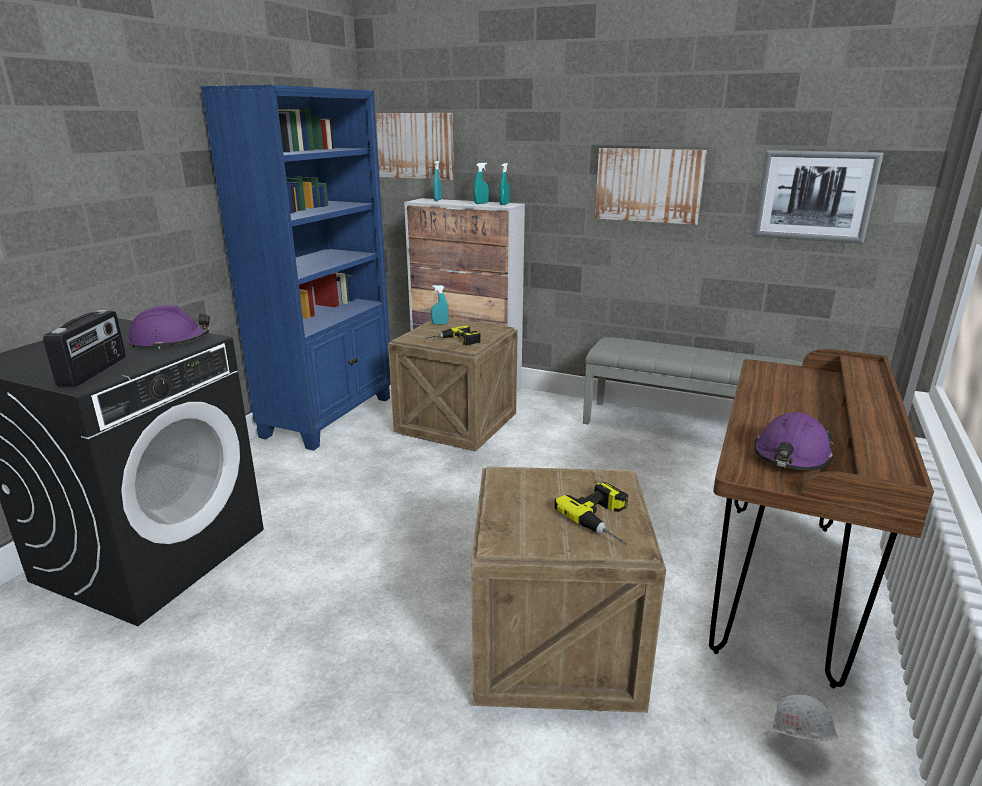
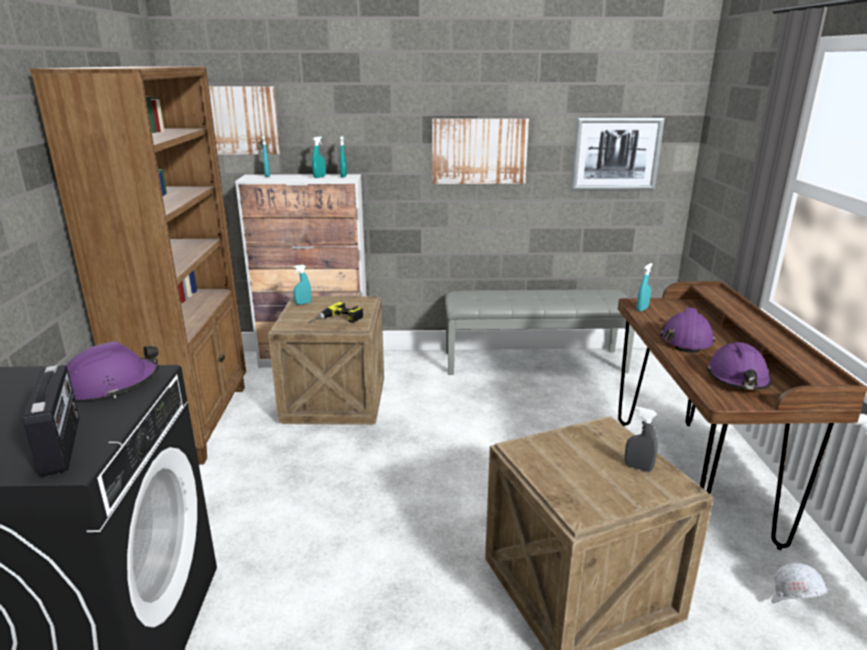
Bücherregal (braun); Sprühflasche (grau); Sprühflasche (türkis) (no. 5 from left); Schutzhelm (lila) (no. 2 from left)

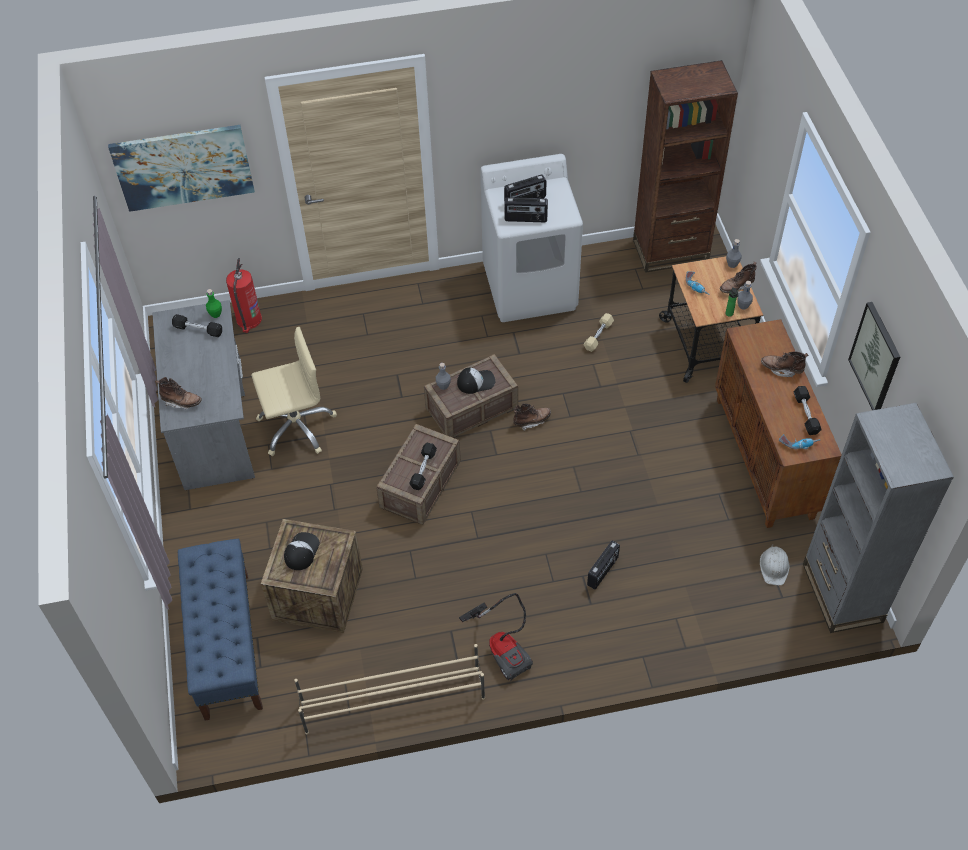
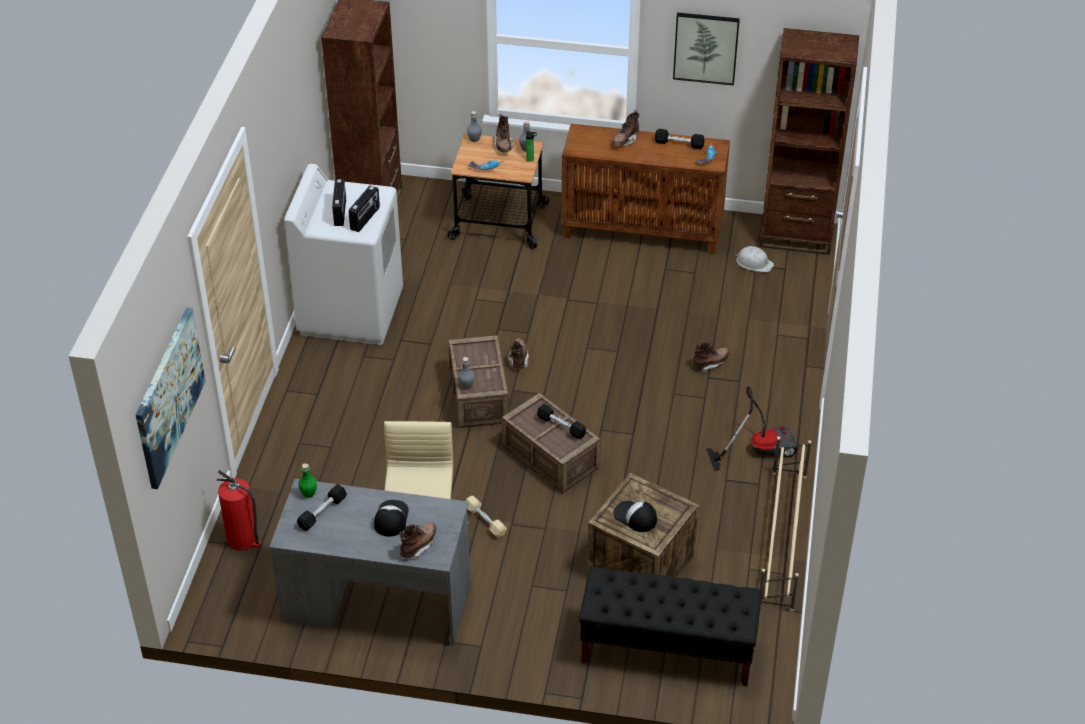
Bank (schwarz); Kappe (no. 1 from left); Hantel (beige); Stiefel (braun) (no. 5 from left); Bücherregal (braun) (no. 2 from left)

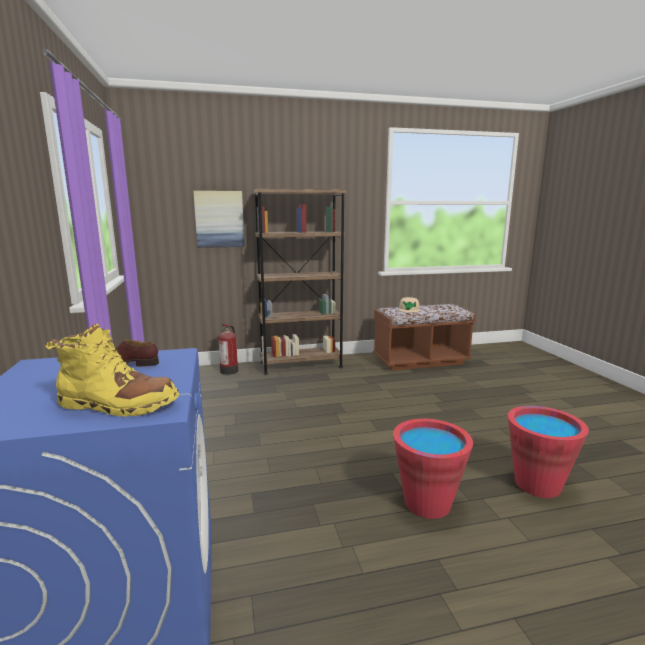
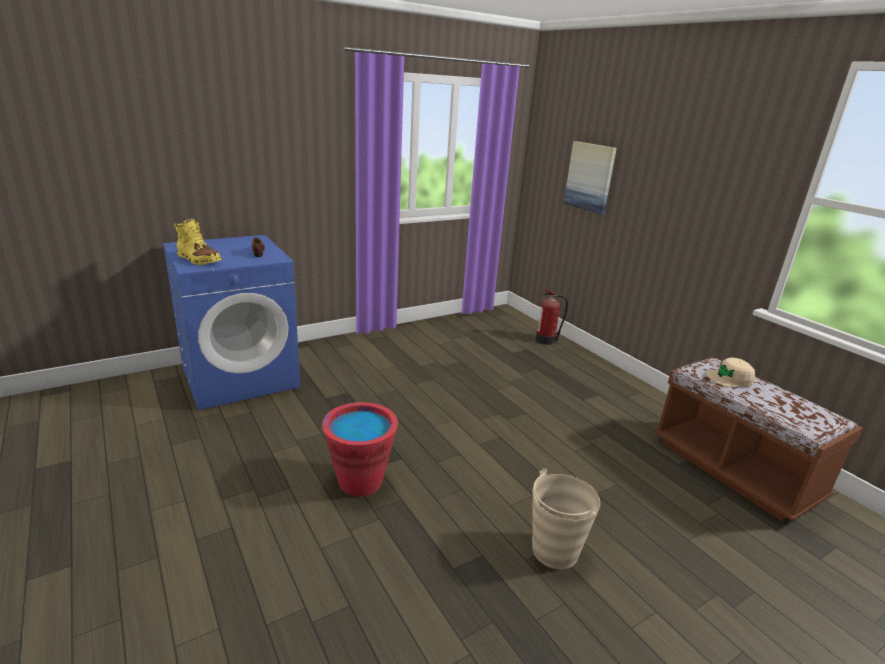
Stiefel (gelb); Bücherregal (braun); Eimer (rot) (no. 2 from left in the first image); Eimer (beige)

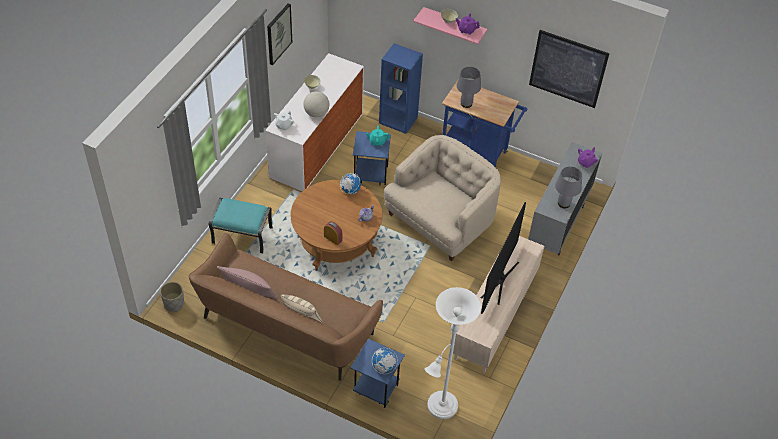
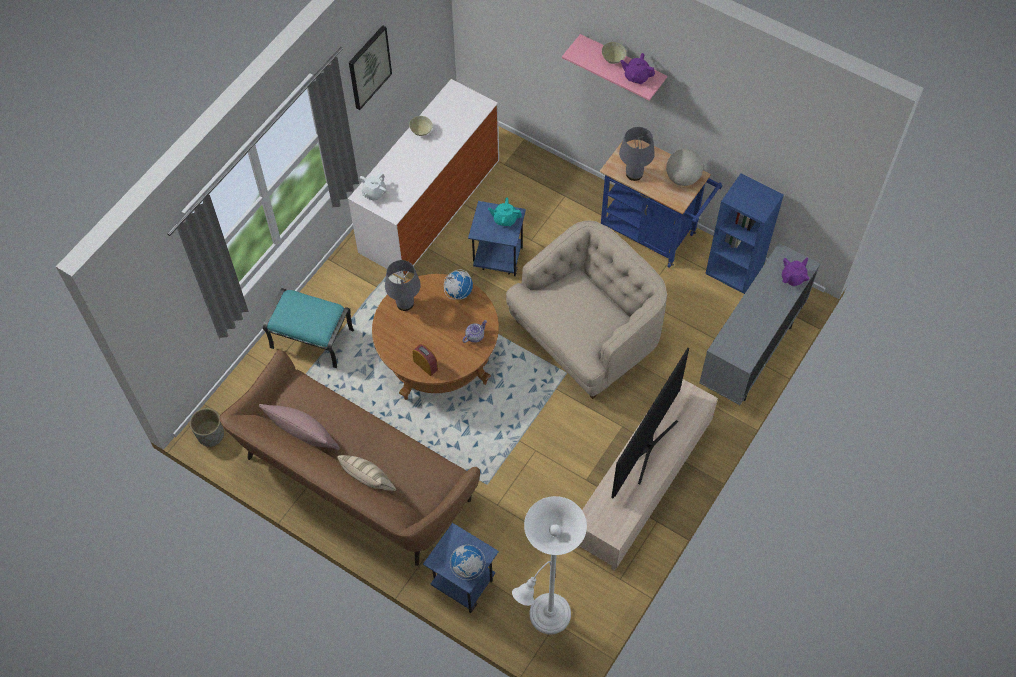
Globus (no. 3 from left); Bücherregal (blau); Bild (no. 2 from left in the first image); Tischlampe (grau) (no. 1 from left)

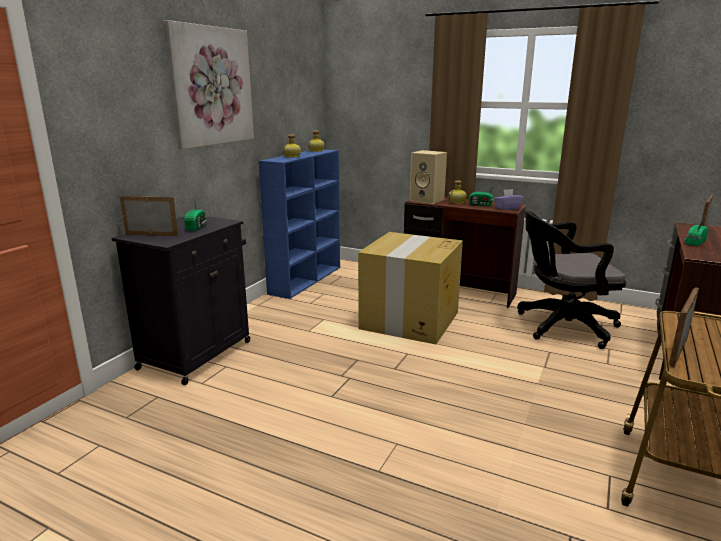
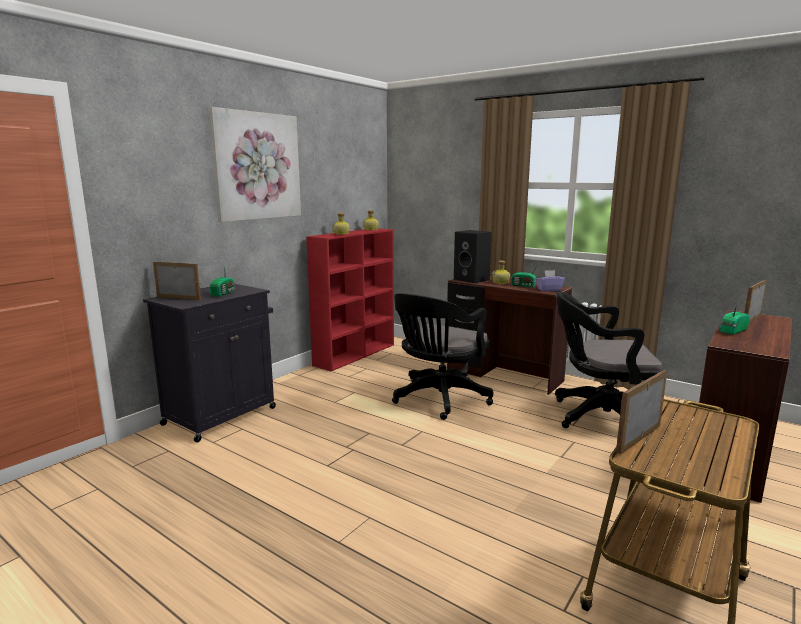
Bücherregal (rot); Bürostuhl (schwarz) (no. 1 from left); Lautsprecher (schwarz)

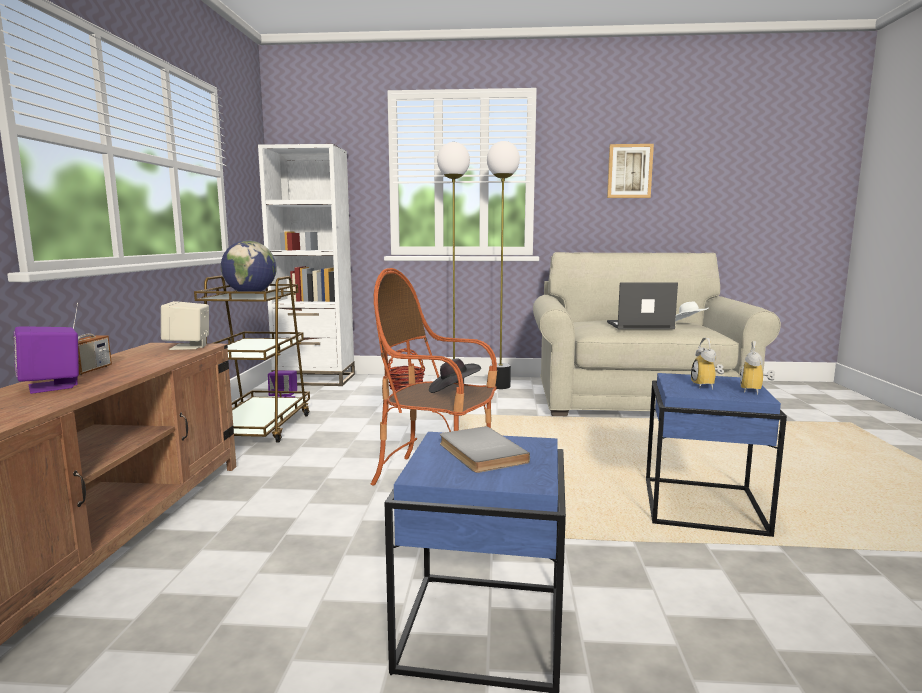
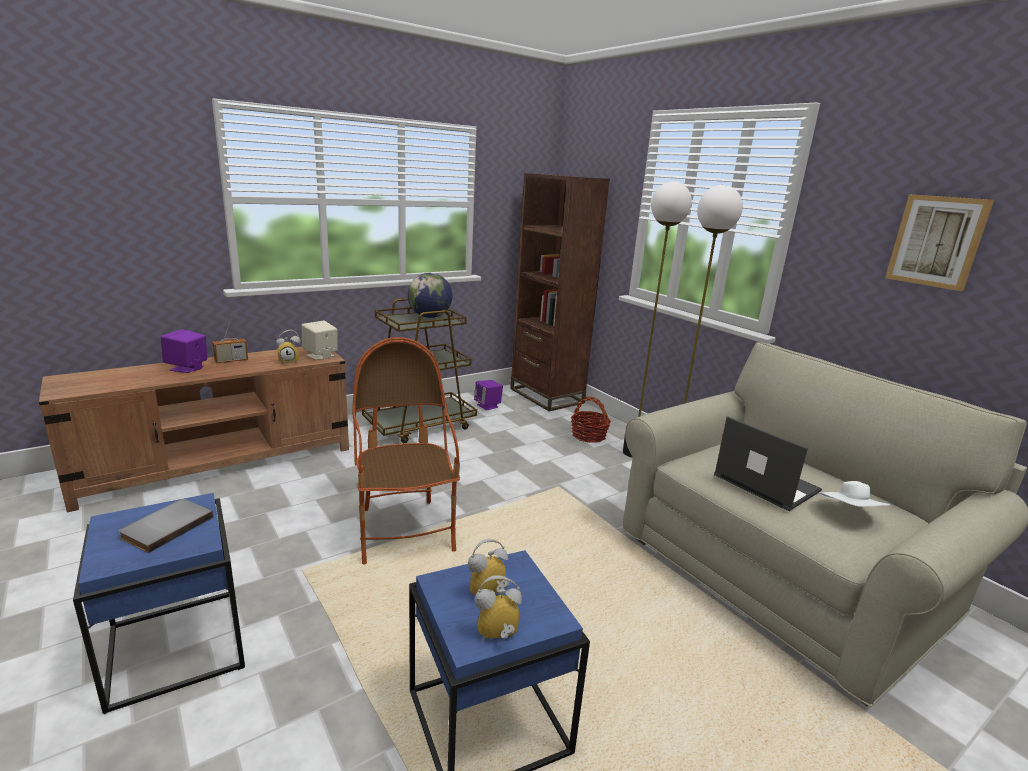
Bücherregal (braun); Hut (schwarz); Wecker (no. 1 from left)

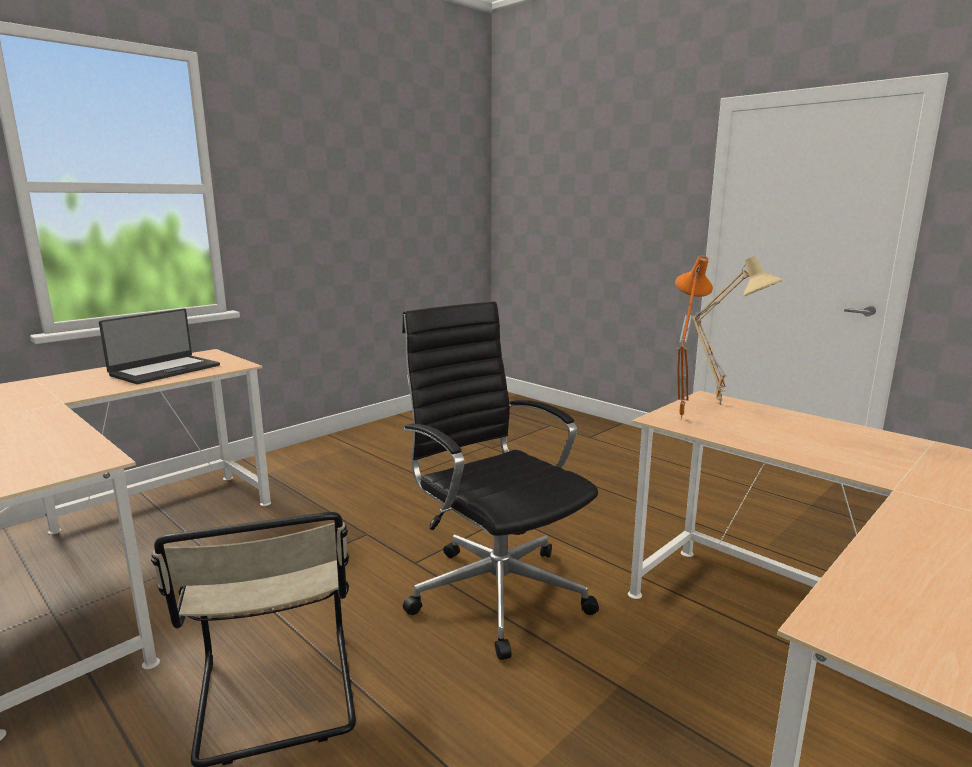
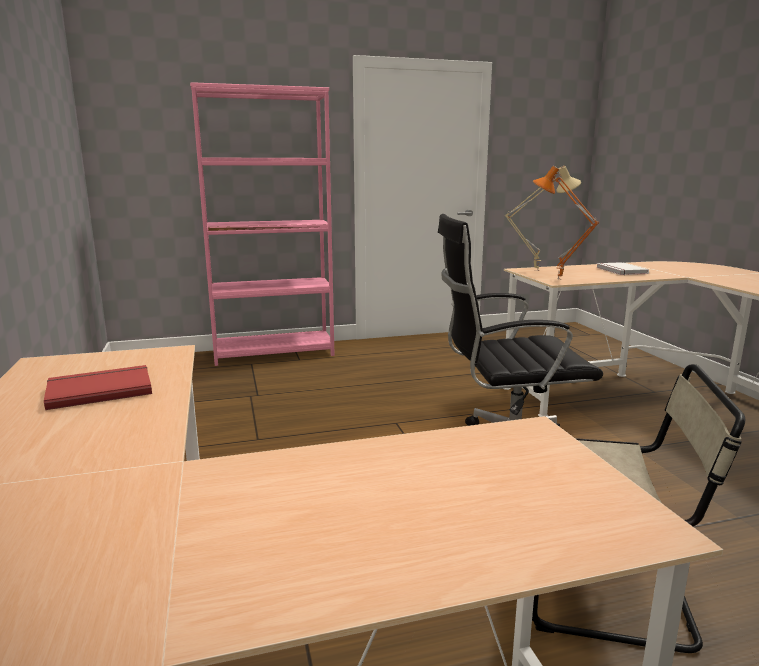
Buch (rot); Bücherregal (rosa); Buch (weiß)

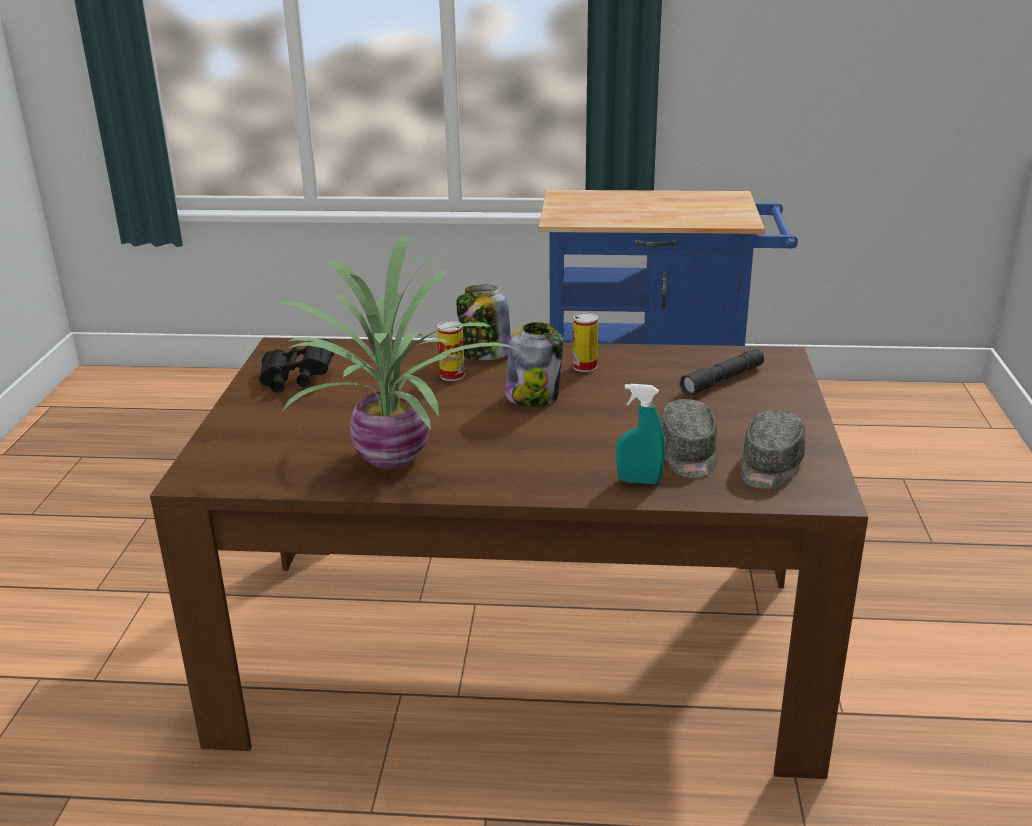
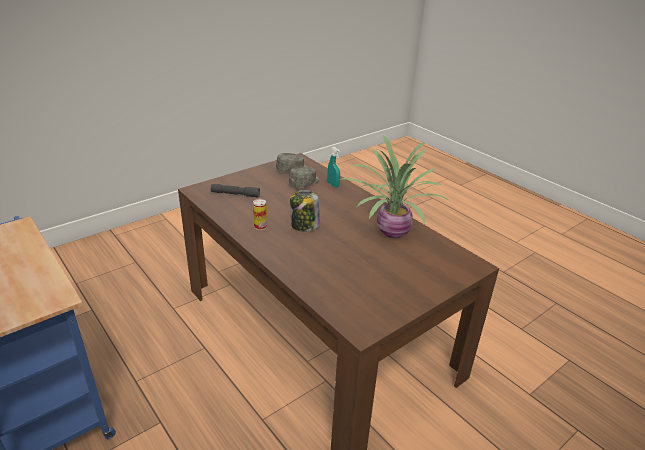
Fernglas (schwarz); Dose (no. 1 from left in the first image); Vorratsglas (no. 1 from left in the first image)

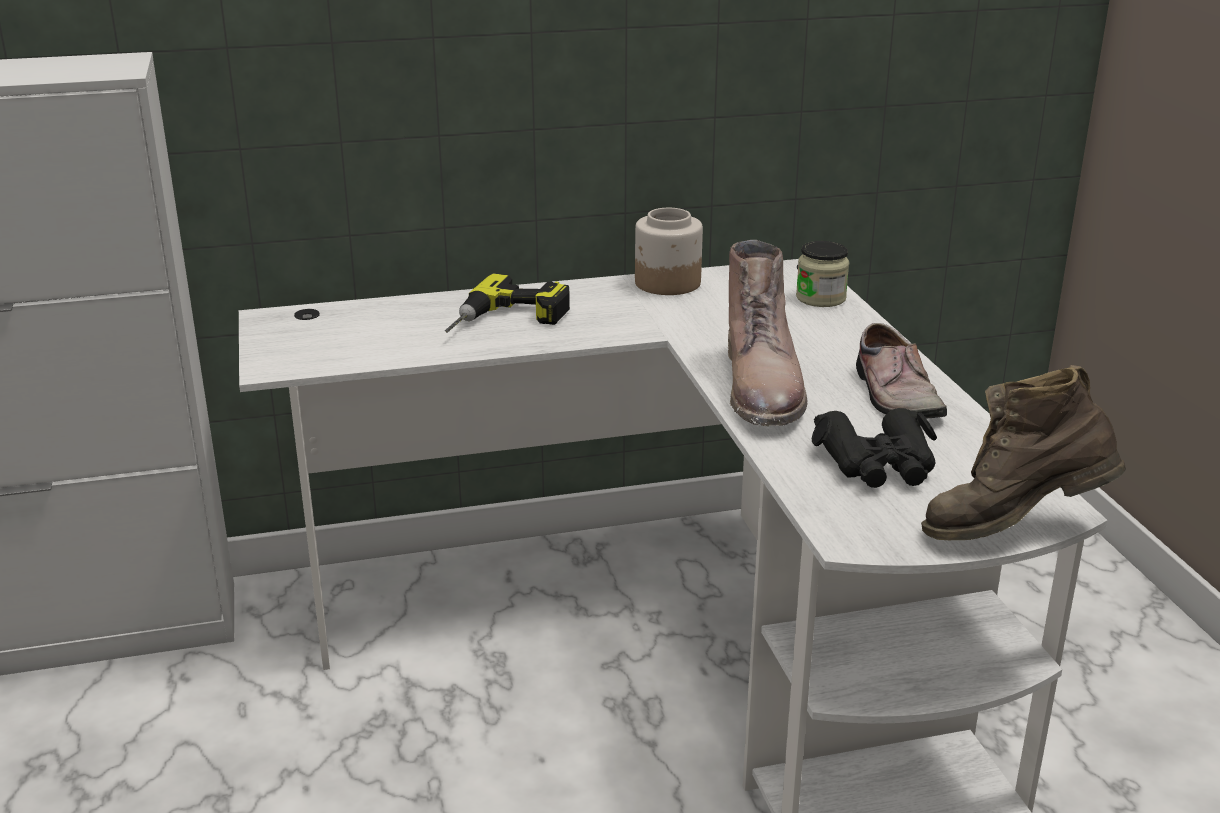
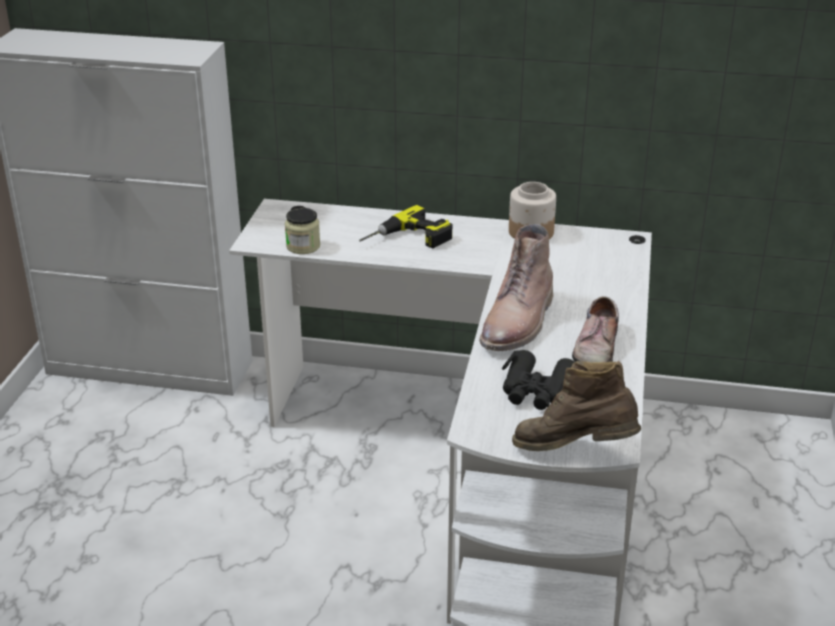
Vorratsglas (no. 1 from left)

